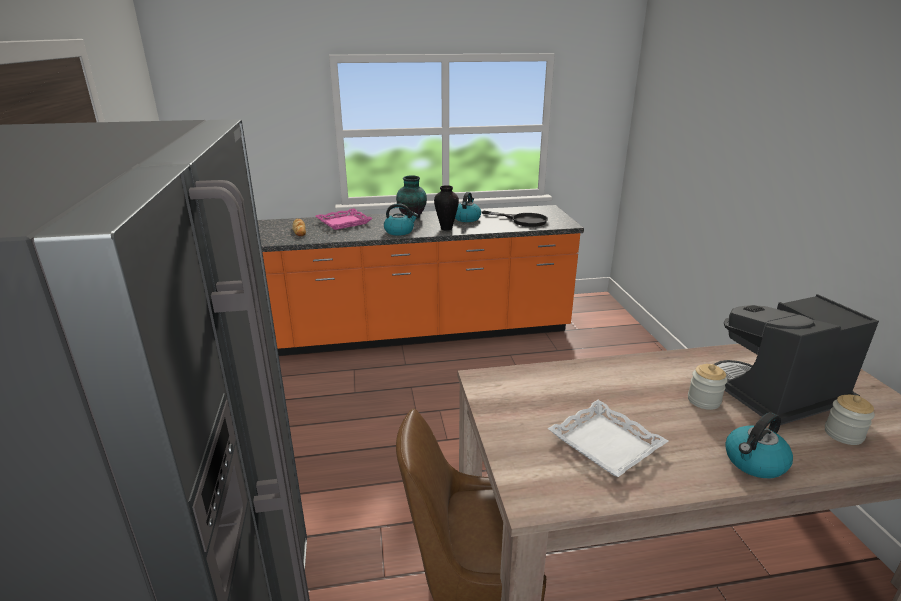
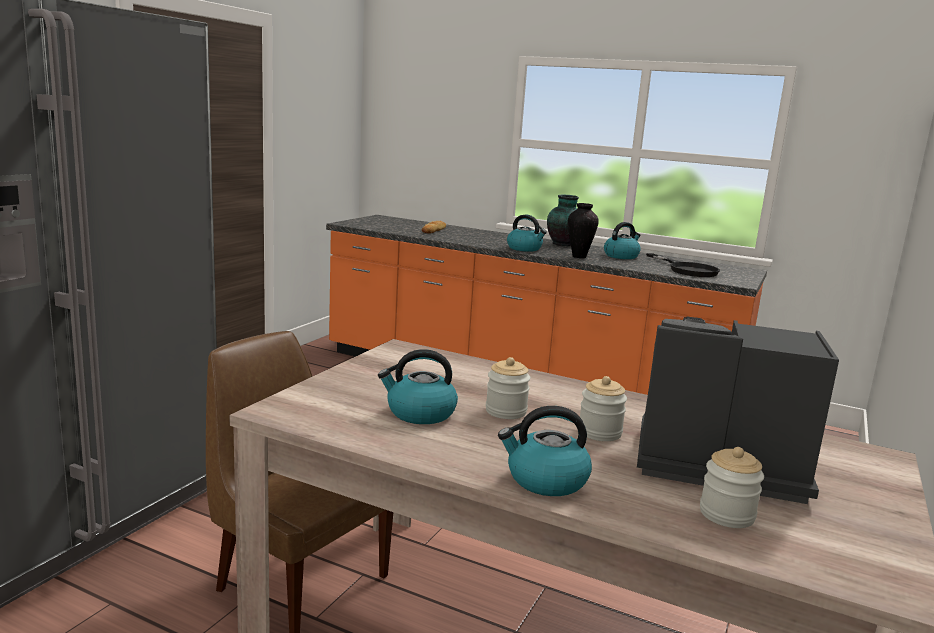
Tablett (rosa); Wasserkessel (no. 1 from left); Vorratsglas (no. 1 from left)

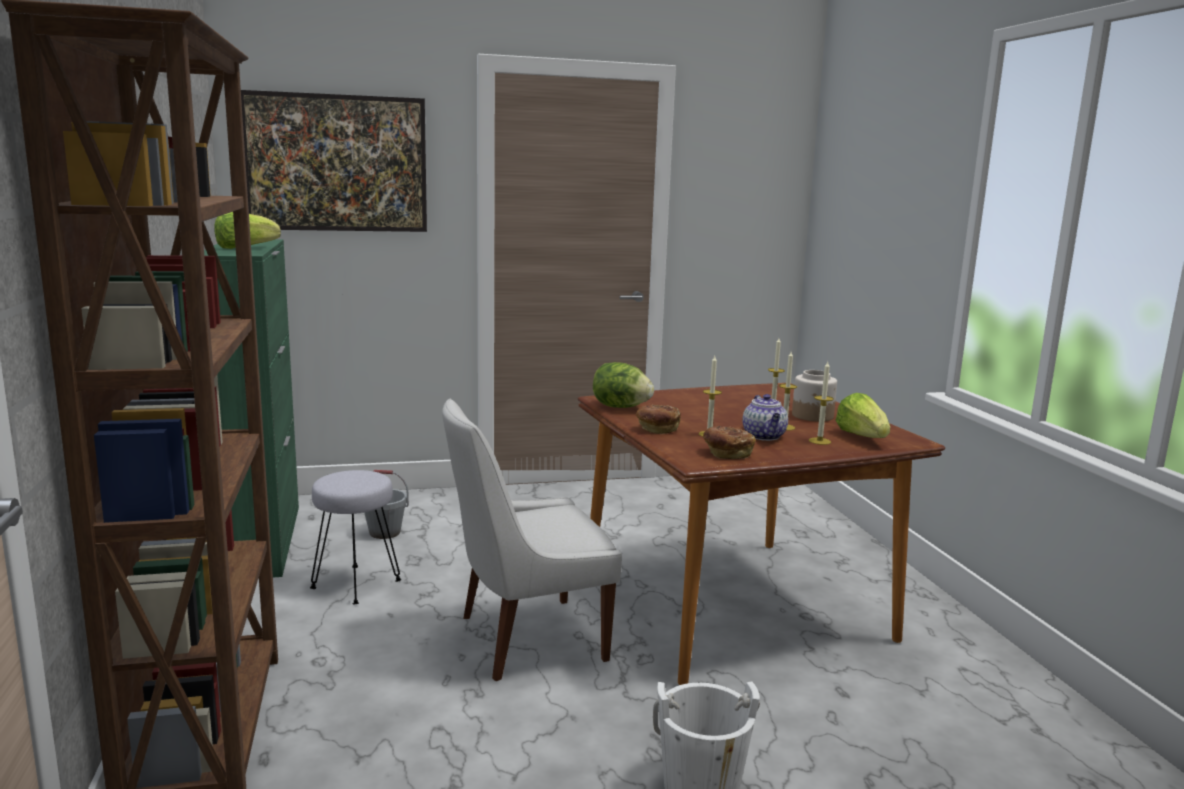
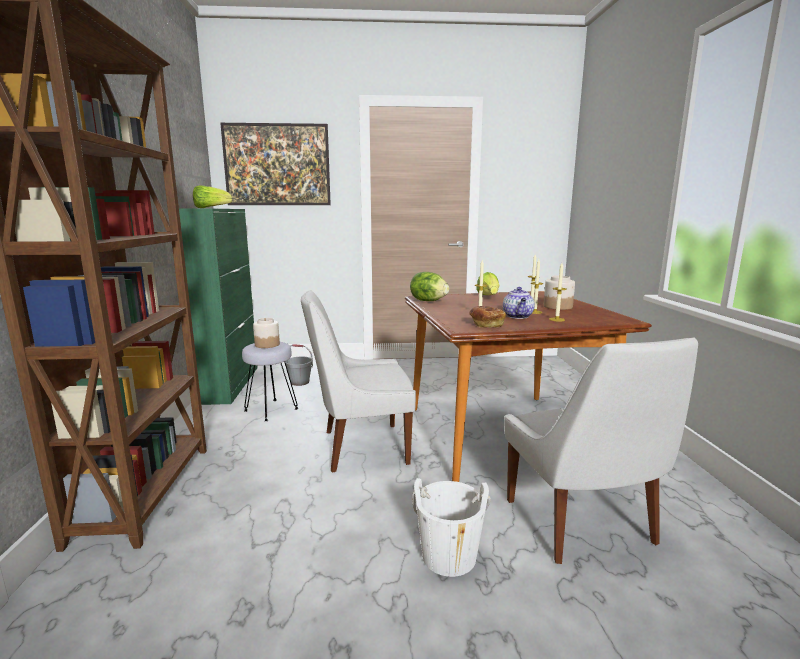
Brot (no. 1 from left in the first image); Salatkopf (no. 3 from left); Vorratsglas (no. 1 from left); Stuhl (weiß) (no. 2 from left)

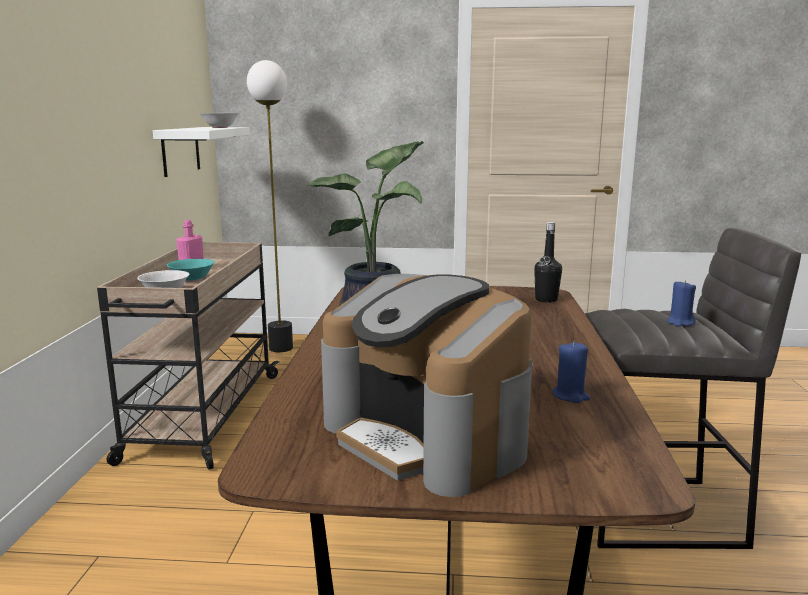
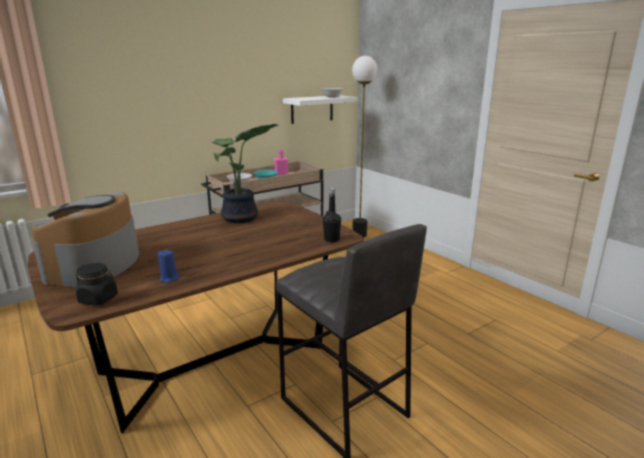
Kerze (blau) (no. 2 from left in the first image); Vorratsglas (schwarz)

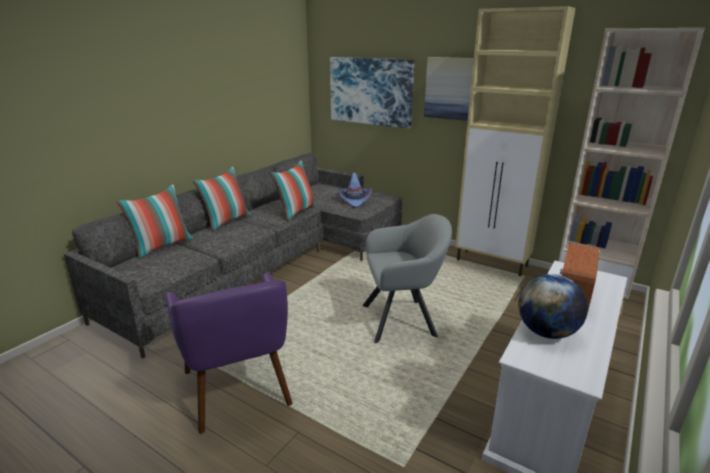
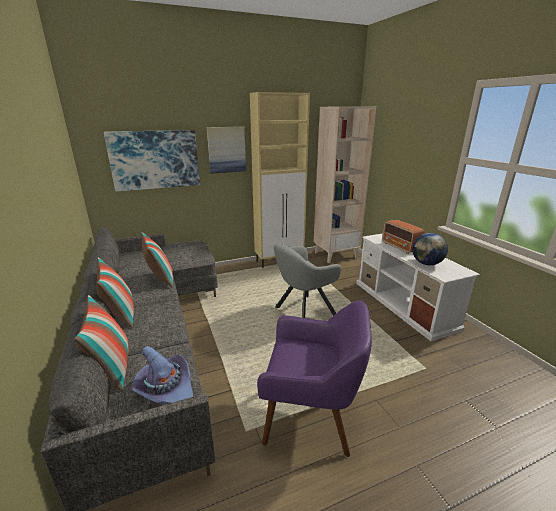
Hut (lila); Sessel (grau)

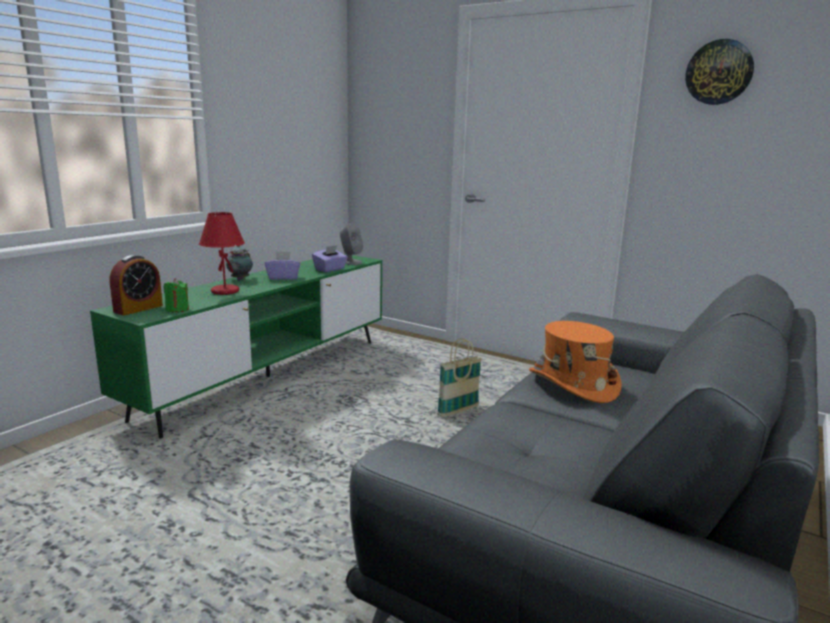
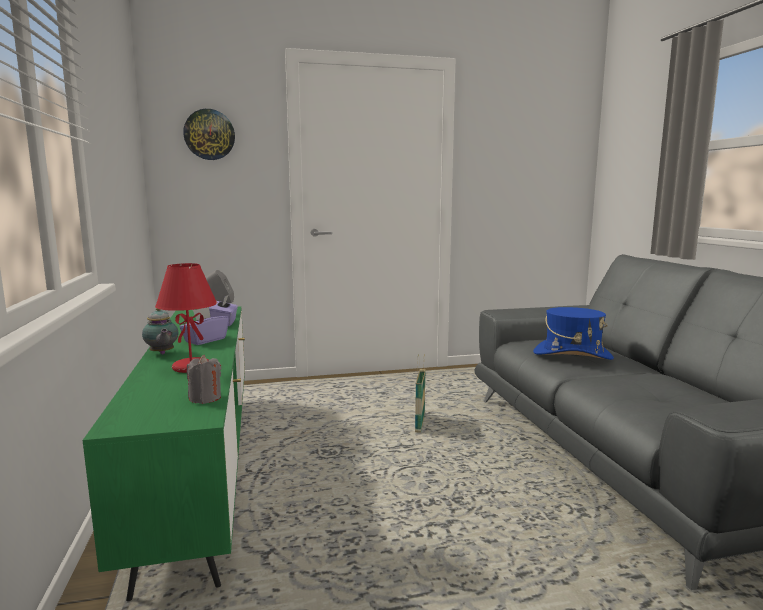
Wecker; Kerze (grau); Hut (blau); Wanduhr

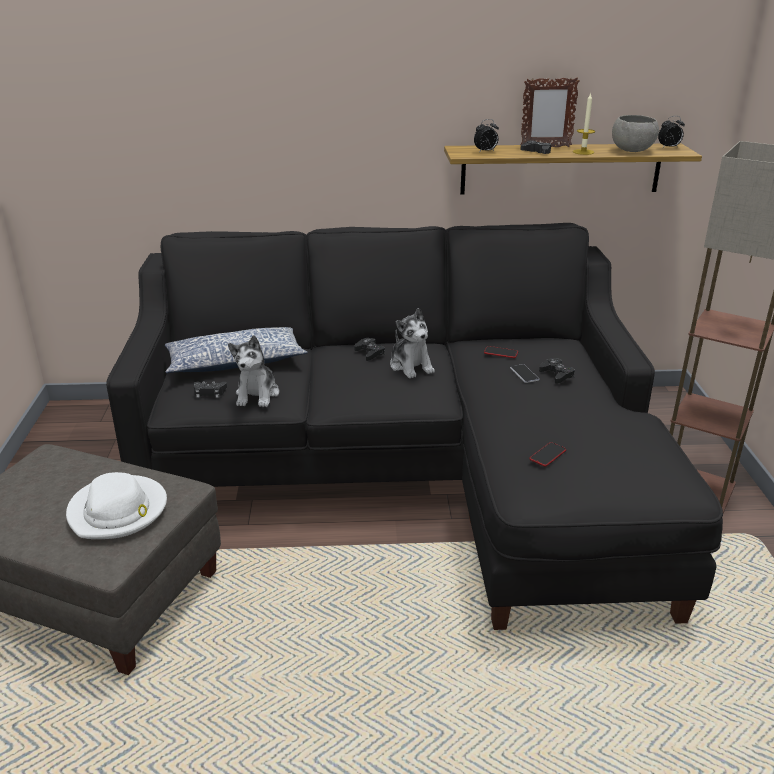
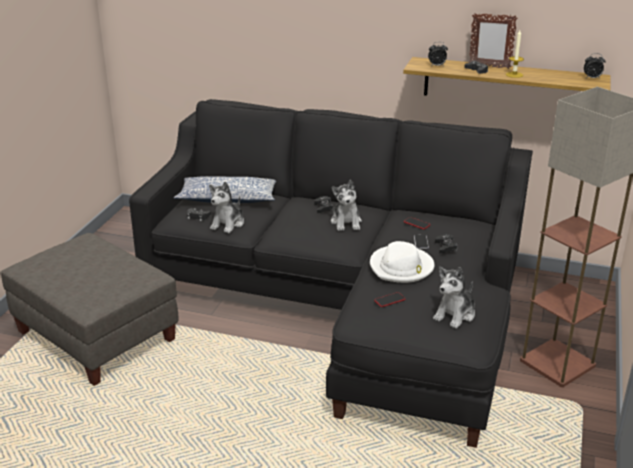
Hut (weiß); Schüssel (grau); Plüschtier (no. 3 from left)

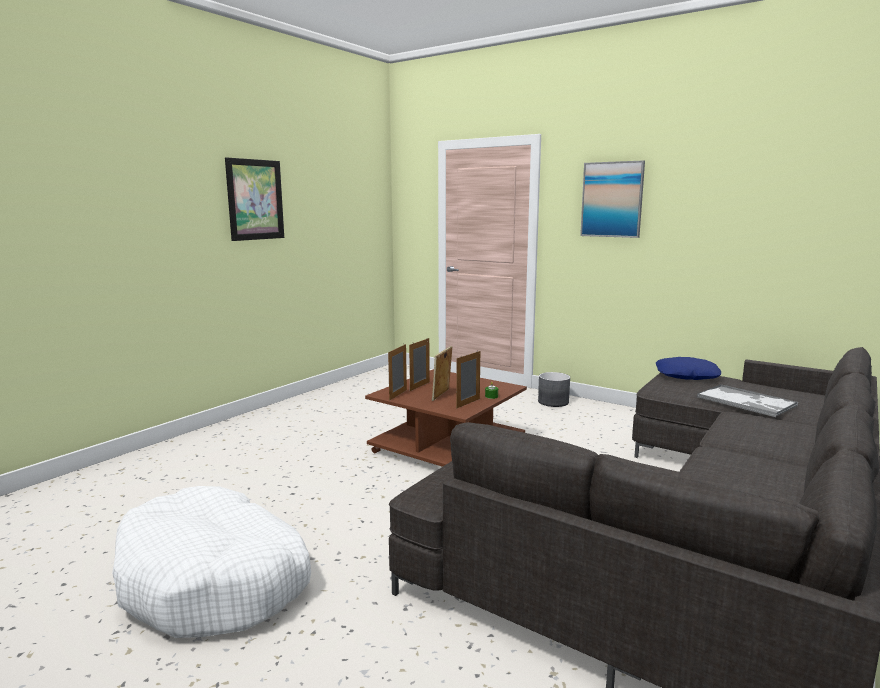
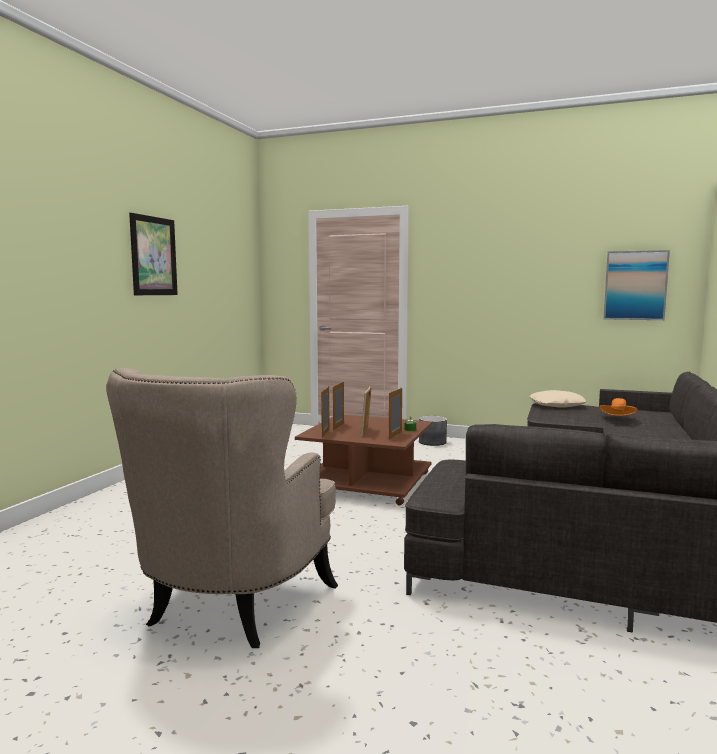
Sessel (beige); Bild (no. 2 from left); Kissen (beige); Hut (orange)

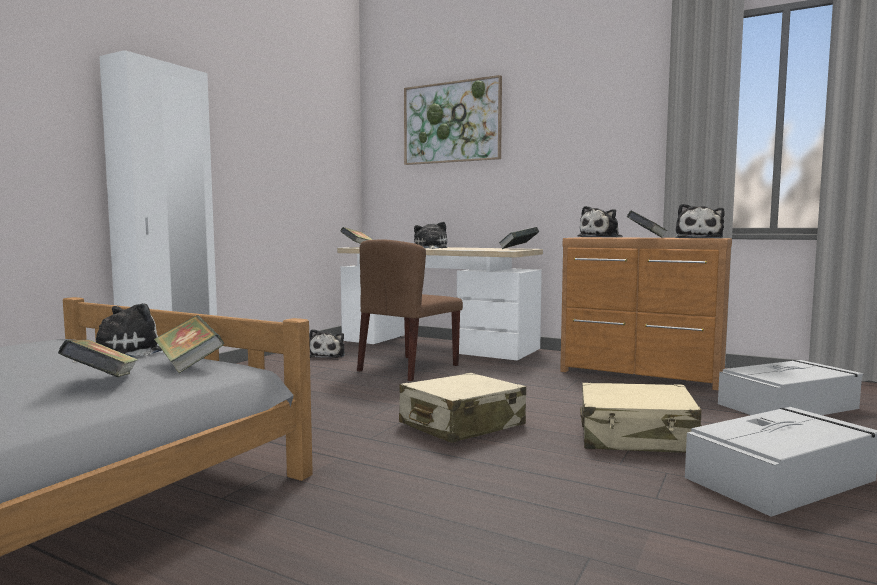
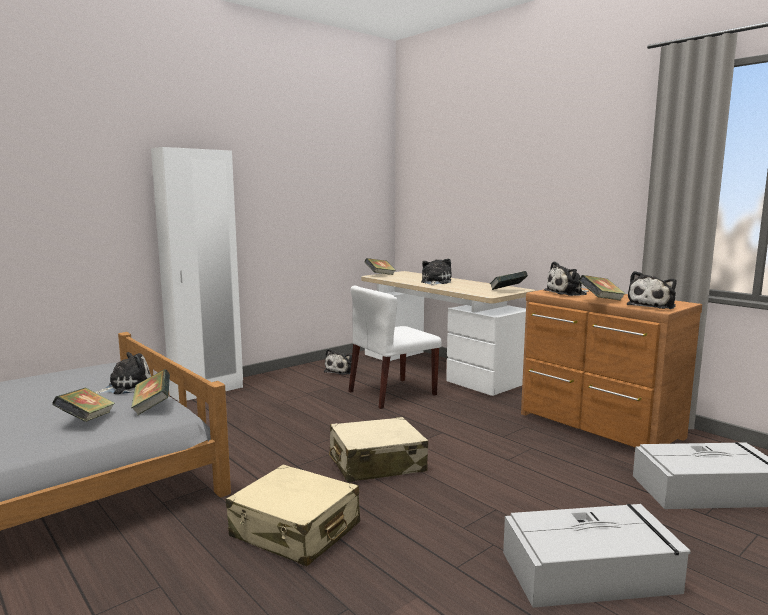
Stuhl (weiß); Bild; Koffer (beige) (no. 1 from left)

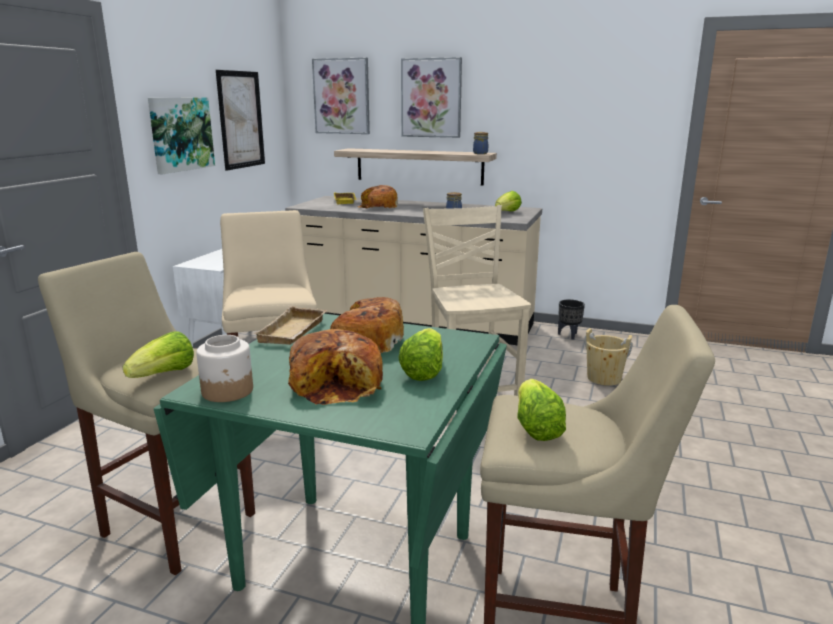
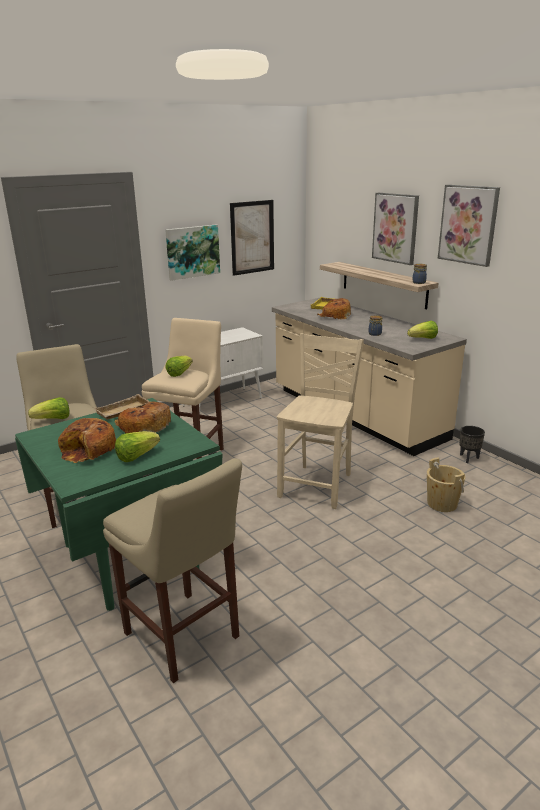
Vorratsglas (no. 1 from left in the first image); Bild (no. 4 from left); Salatkopf (no. 3 from left)

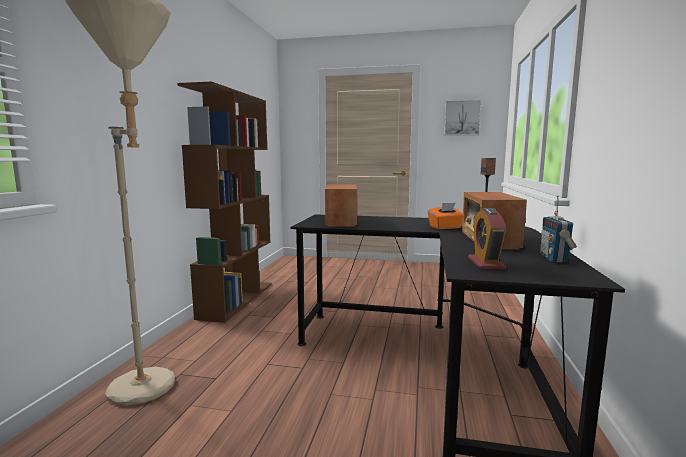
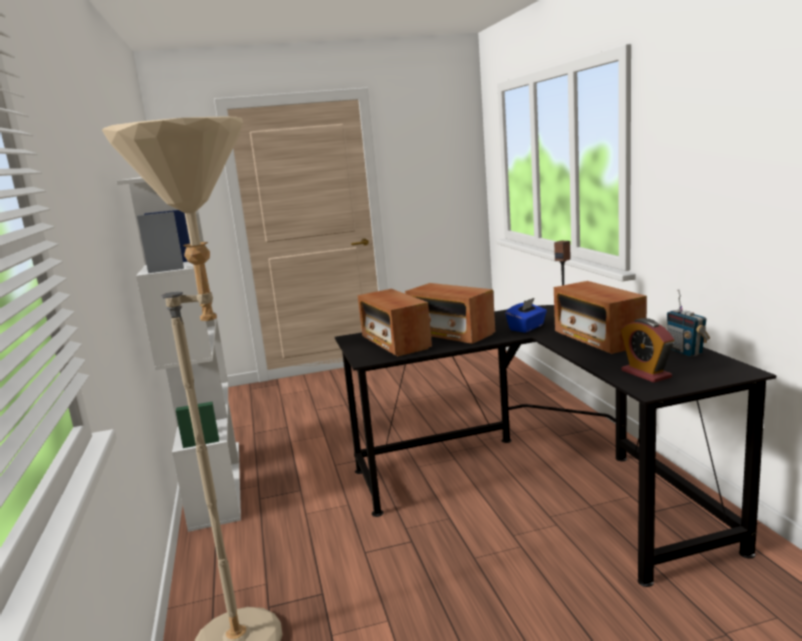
Bücherregal (weiß); Taschentuchbox (blau); Bild; Radio (no. 2 from left)

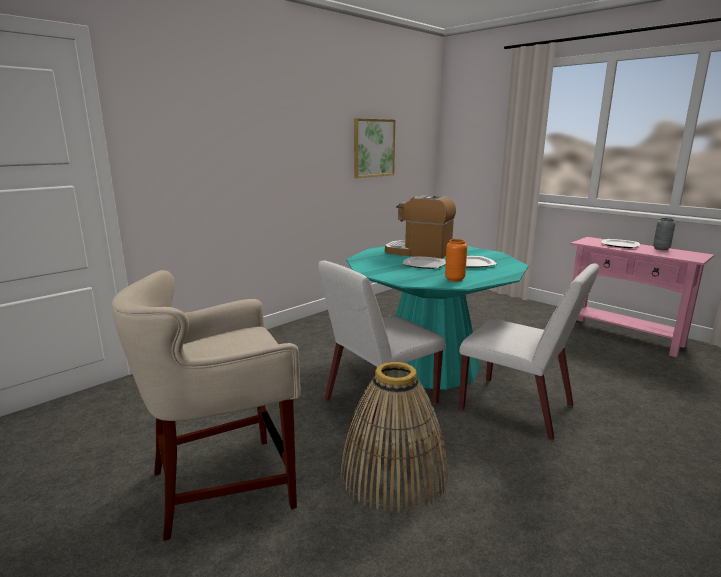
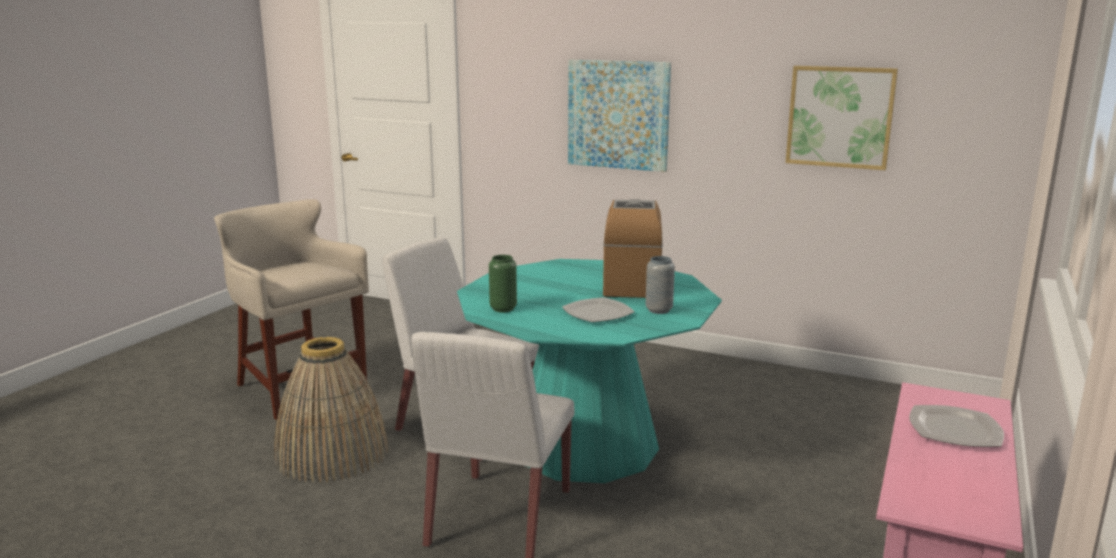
Teller (no. 1 from left in the first image); Vase (grün); Vase (grau); Bild (no. 1 from left)

